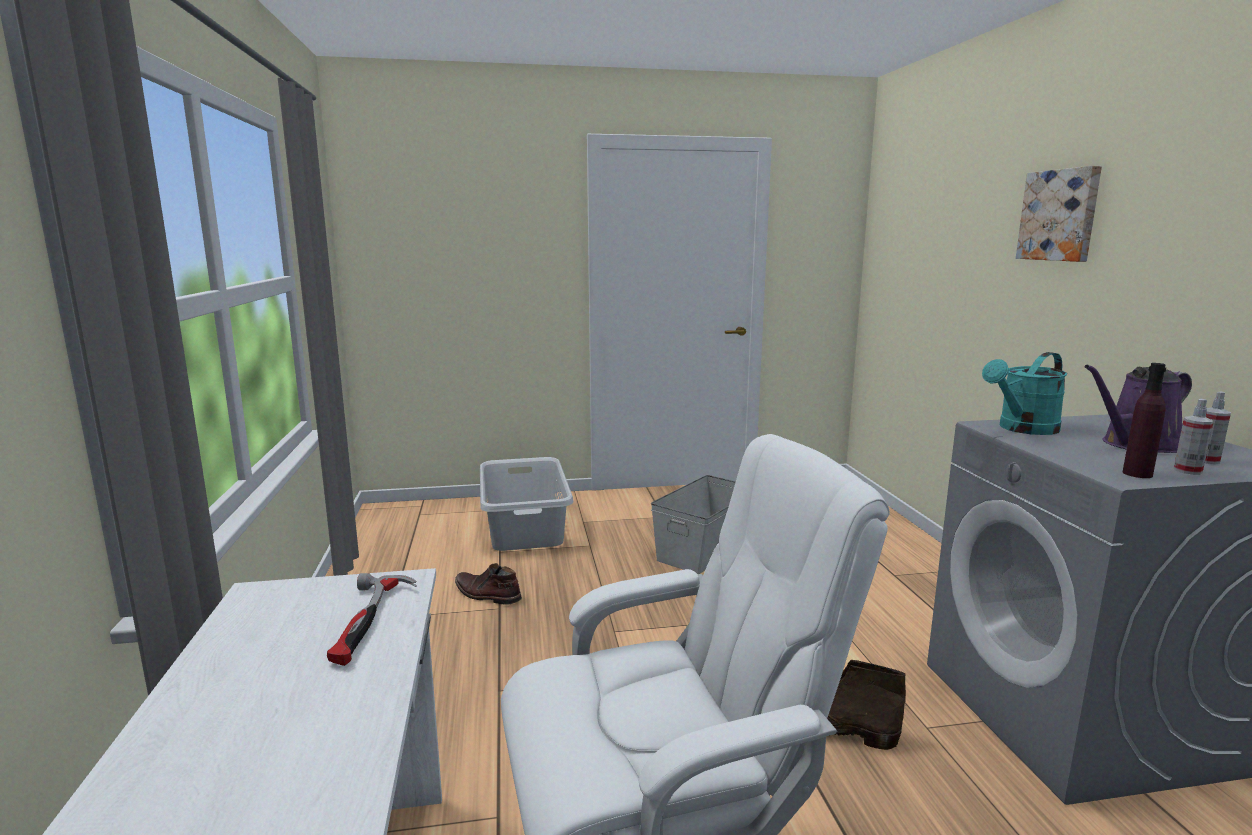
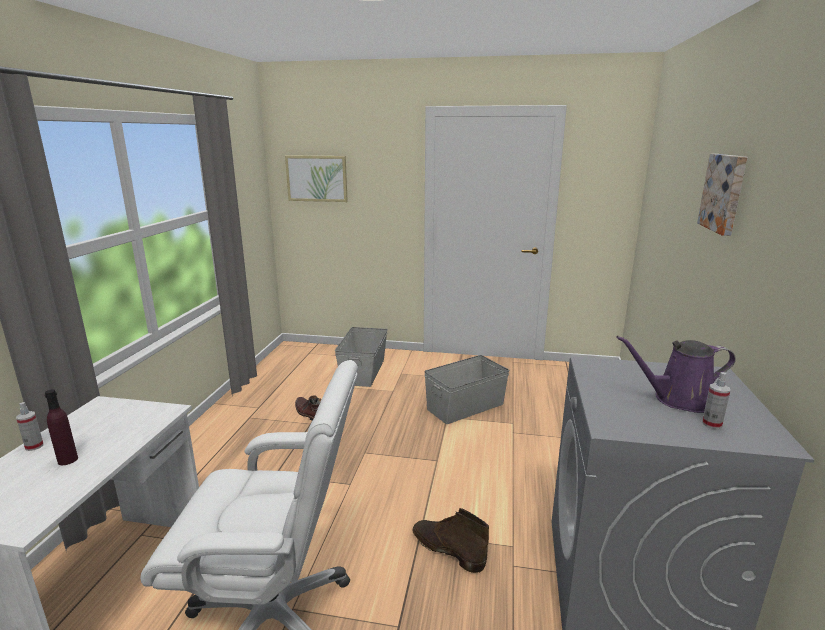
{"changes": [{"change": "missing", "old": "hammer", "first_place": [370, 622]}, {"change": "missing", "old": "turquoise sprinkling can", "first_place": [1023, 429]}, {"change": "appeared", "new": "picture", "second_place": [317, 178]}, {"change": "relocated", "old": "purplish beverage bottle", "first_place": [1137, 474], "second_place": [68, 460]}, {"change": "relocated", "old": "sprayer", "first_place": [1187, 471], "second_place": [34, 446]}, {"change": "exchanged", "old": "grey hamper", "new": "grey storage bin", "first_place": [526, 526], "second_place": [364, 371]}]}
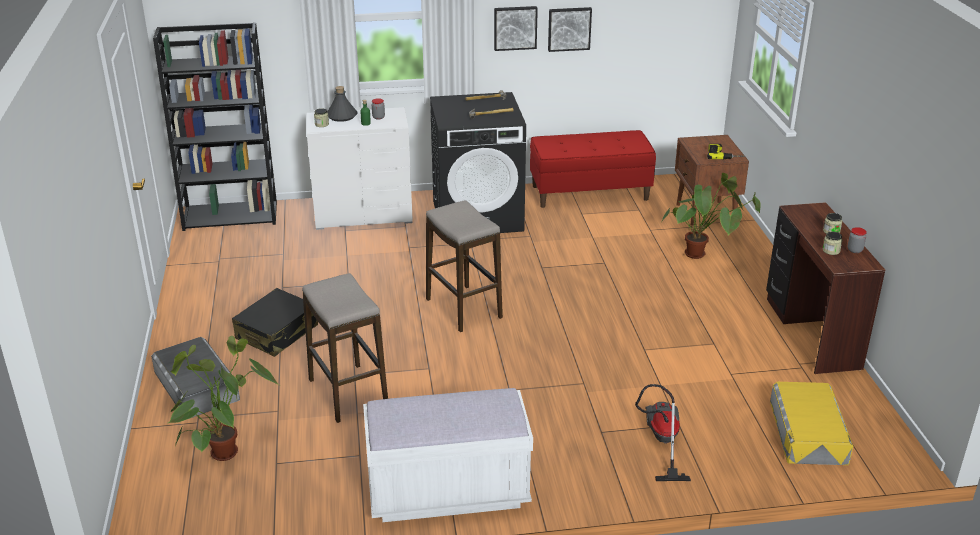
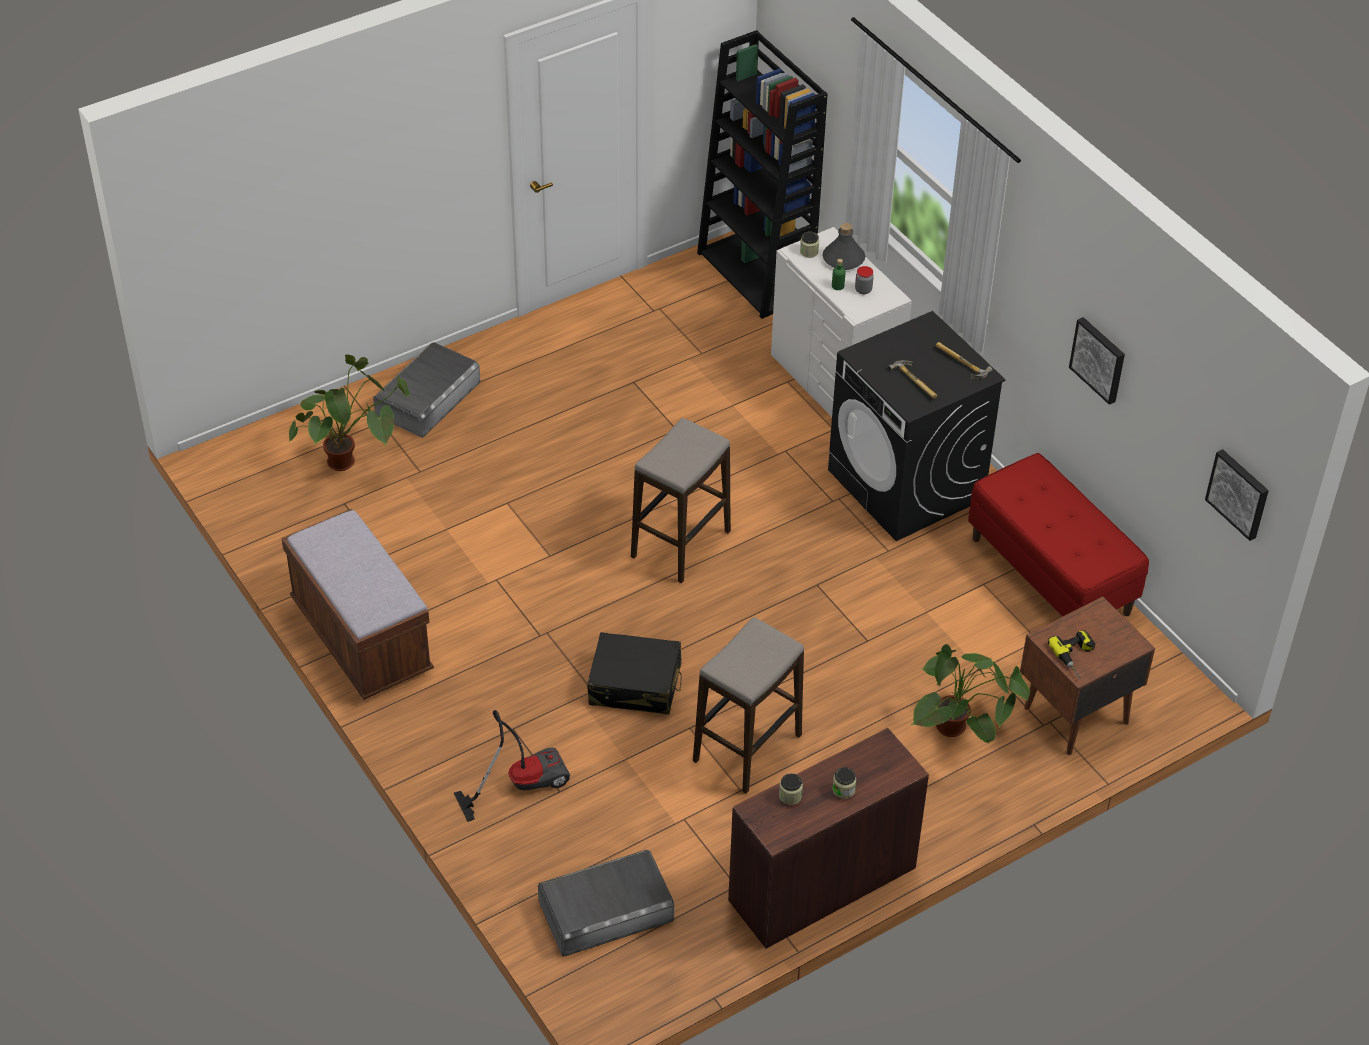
{"changes": [{"change": "missing", "old": "storage jar", "first_place": [854, 250]}, {"change": "relocated", "old": "black suitcase", "first_place": [277, 332], "second_place": [635, 685]}, {"change": "relocated", "old": "stool seat", "first_place": [348, 393], "second_place": [746, 748]}, {"change": "relocated", "old": "picture", "first_place": [515, 27], "second_place": [1239, 493]}, {"change": "colour", "old": "whitish bench", "new": "brown bench", "first_place": [448, 492], "second_place": [361, 638]}, {"change": "colour", "old": "yellow storage bin", "new": "grey storage bin", "first_place": [807, 431], "second_place": [606, 910]}]}
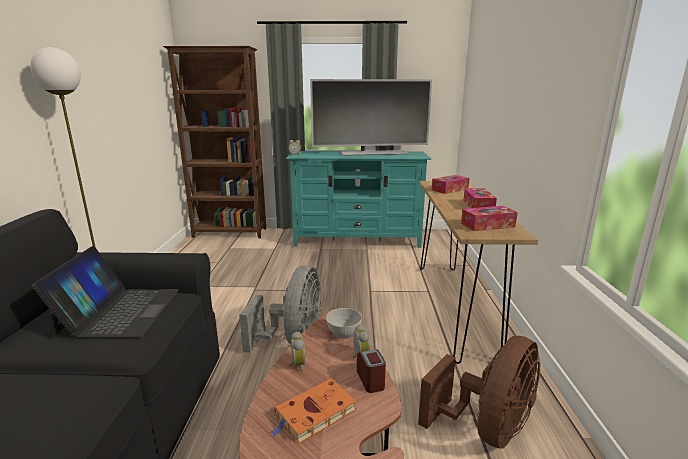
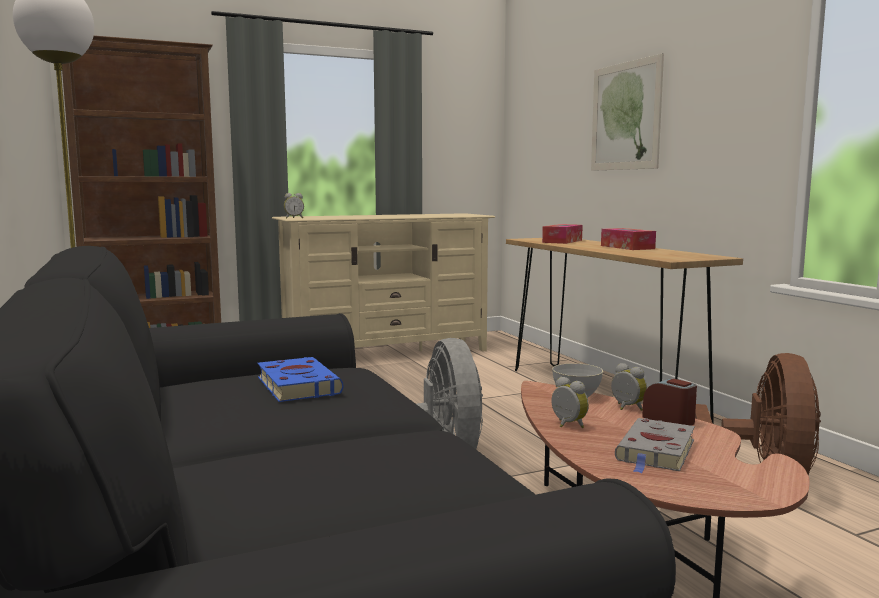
{"changes": [{"change": "missing", "old": "television", "first_place": [373, 153]}, {"change": "missing", "old": "tissue box", "first_place": [487, 225]}, {"change": "appeared", "new": "picture", "second_place": [625, 116]}, {"change": "exchanged", "old": "portable computer", "new": "blue-coloured bound book", "first_place": [119, 311], "second_place": [297, 385]}, {"change": "colour", "old": "orangey bound book", "new": "grey bound book", "first_place": [314, 414], "second_place": [656, 451]}, {"change": "colour", "old": "turquoise media console", "new": "beige media console", "first_place": [357, 240], "second_place": [387, 353]}]}
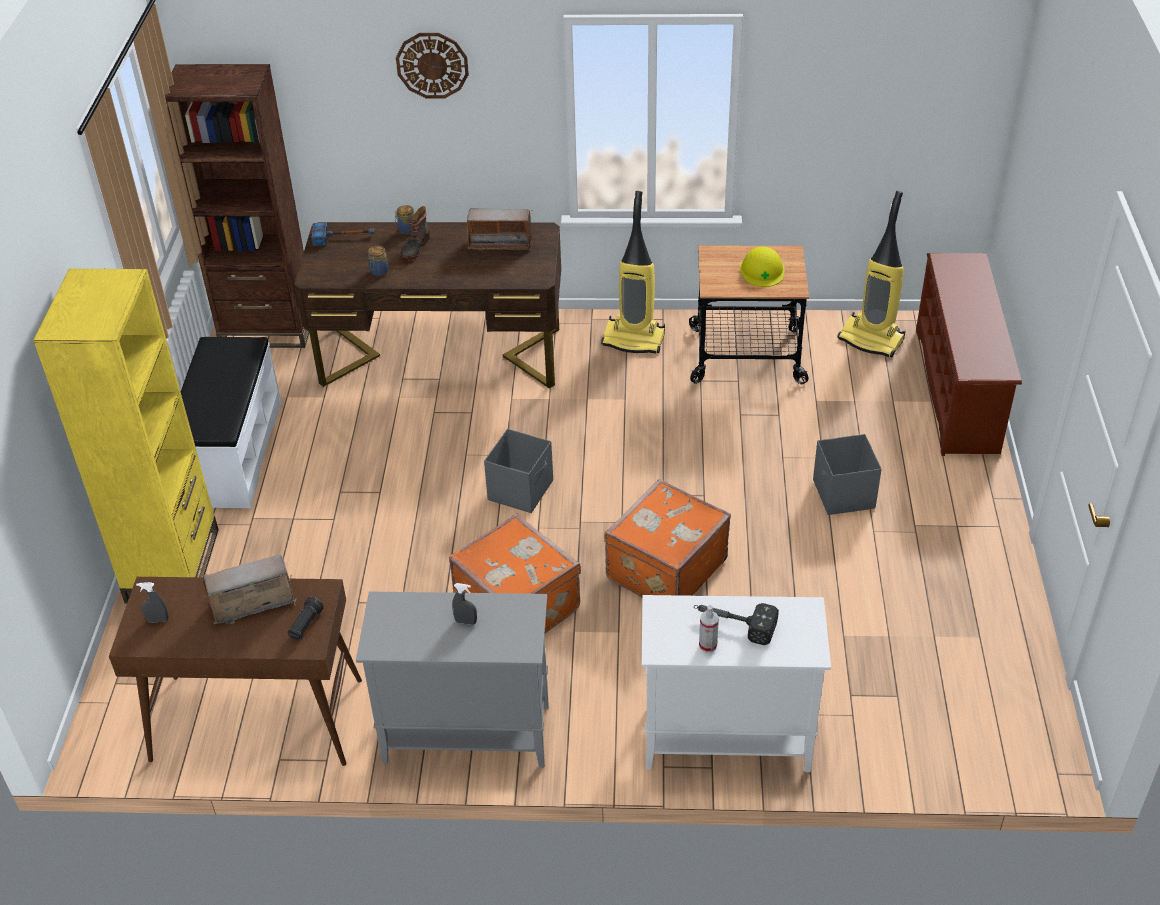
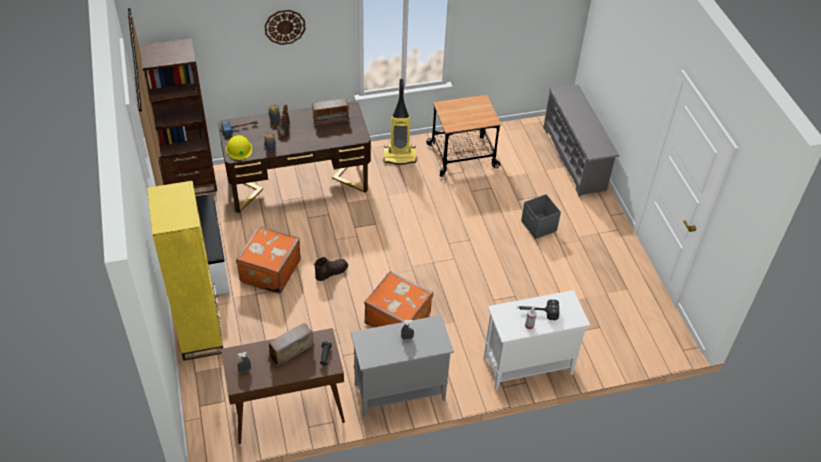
{"changes": [{"change": "missing", "old": "grey storage bin", "first_place": [521, 490]}, {"change": "missing", "old": "vacuum", "first_place": [872, 339]}, {"change": "appeared", "new": "brown tall boot", "second_place": [331, 272]}, {"change": "relocated", "old": "orangey suitcase", "first_place": [664, 569], "second_place": [269, 271]}, {"change": "relocated", "old": "yellow work helmet", "first_place": [762, 270], "second_place": [239, 149]}, {"change": "colour", "old": "brown shoe rack", "new": "grey shoe rack", "first_place": [958, 390], "second_place": [575, 158]}]}
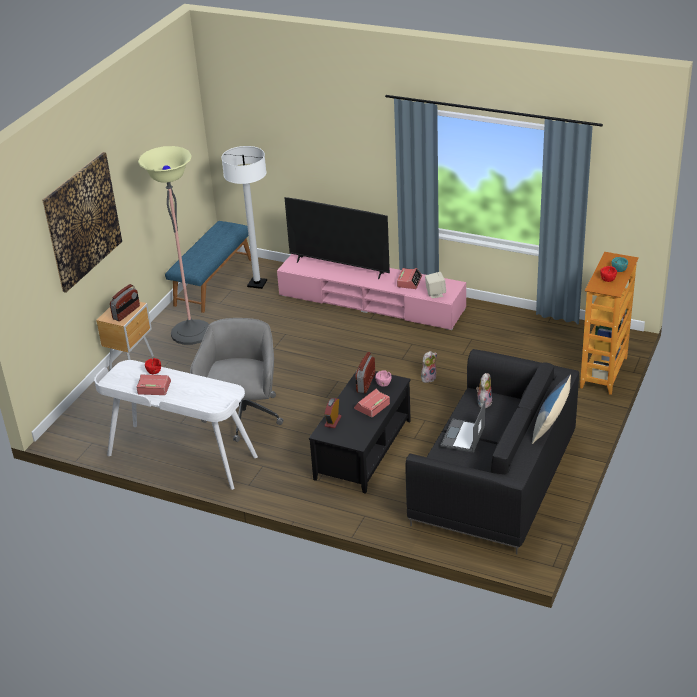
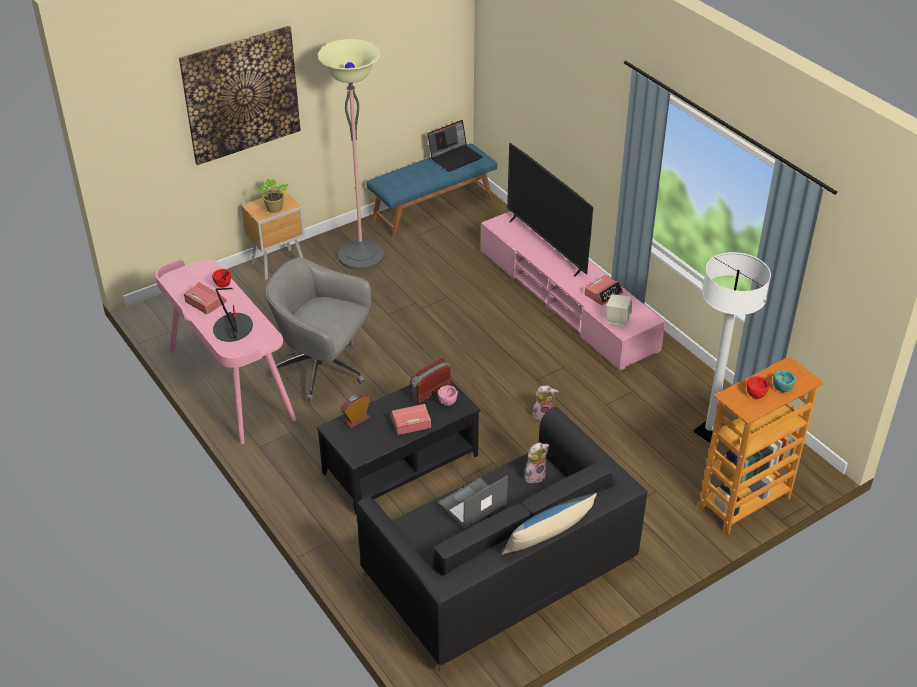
{"changes": [{"change": "appeared", "new": "tabletop lamp", "second_place": [233, 328]}, {"change": "appeared", "new": "portable computer", "second_place": [455, 157]}, {"change": "relocated", "old": "whitish standing lamp", "first_place": [257, 284], "second_place": [709, 432]}, {"change": "exchanged", "old": "radio set", "new": "potted plant", "first_place": [126, 313], "second_place": [274, 209]}, {"change": "colour", "old": "whitish desk", "new": "pink-coloured desk", "first_place": [181, 457], "second_place": [229, 385]}, {"change": "spun", "old": "grey computer chair", "first_place": [243, 417], "second_place": [323, 370], "degrees": -105}]}
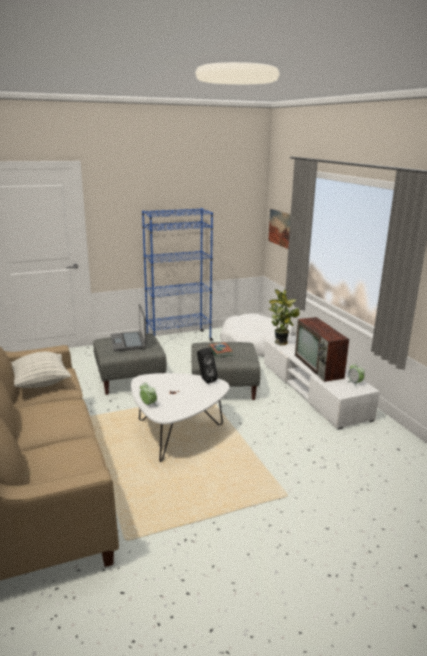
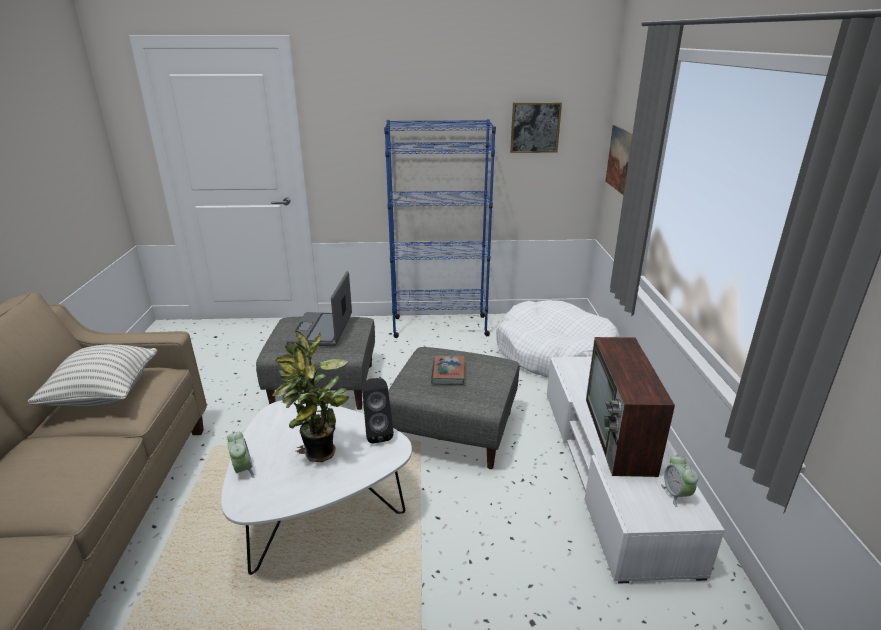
{"changes": [{"change": "appeared", "new": "picture", "second_place": [535, 127]}, {"change": "relocated", "old": "potted plant", "first_place": [282, 343], "second_place": [320, 455]}]}
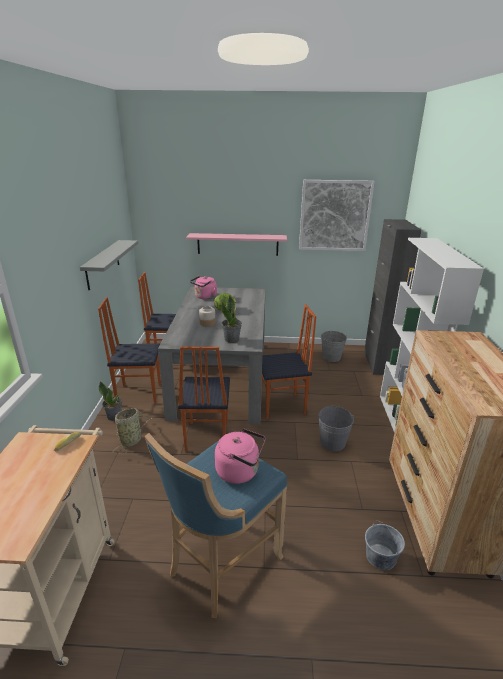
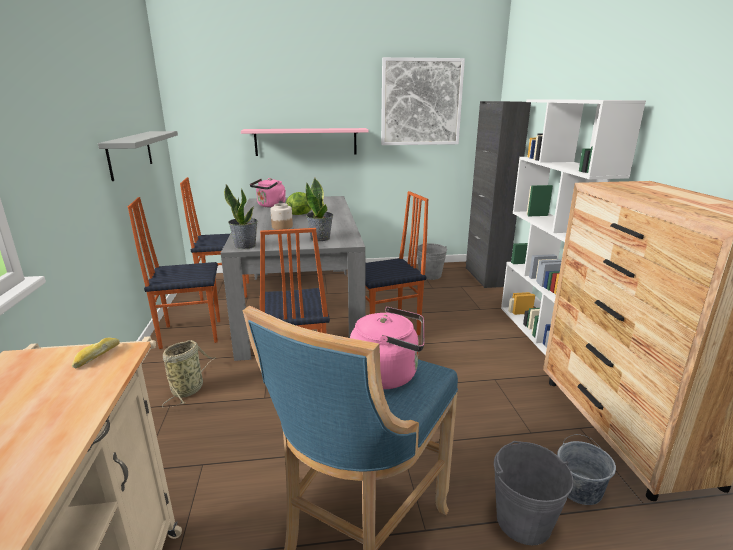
{"changes": [{"change": "relocated", "old": "potted plant", "first_place": [114, 416], "second_place": [245, 246]}, {"change": "relocated", "old": "grey pail", "first_place": [332, 442], "second_place": [523, 521]}]}
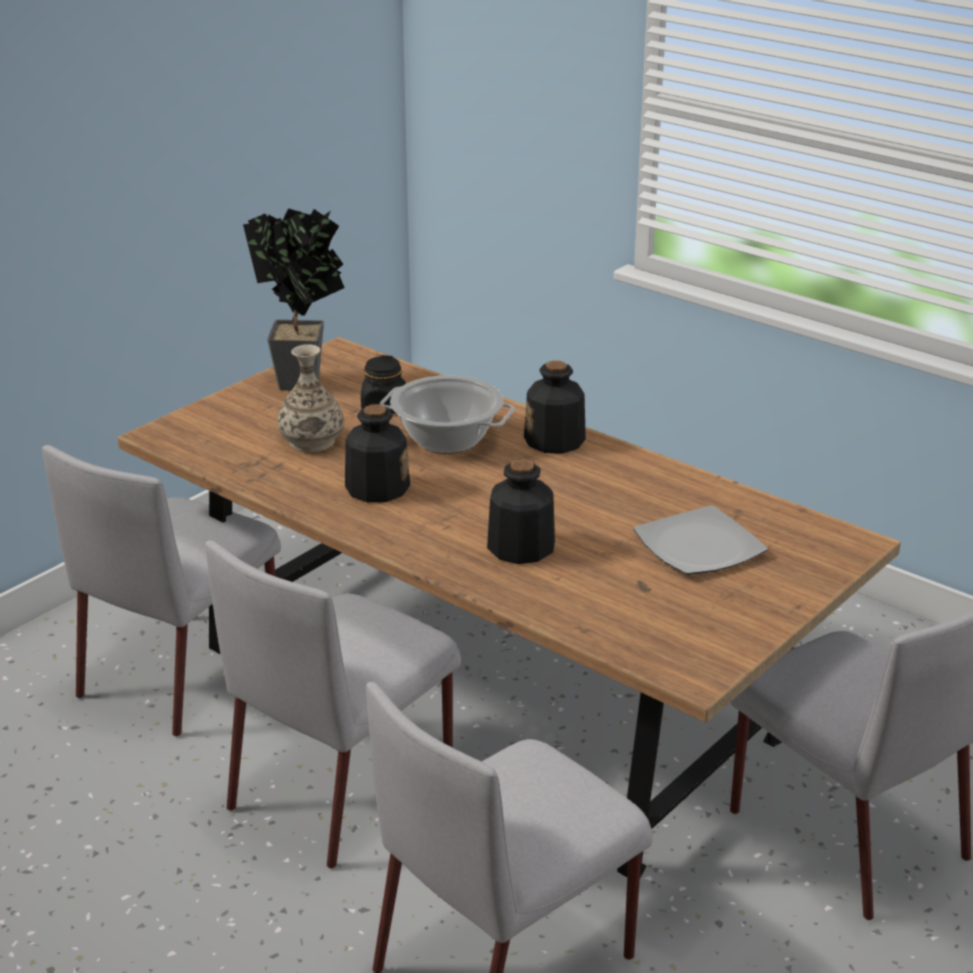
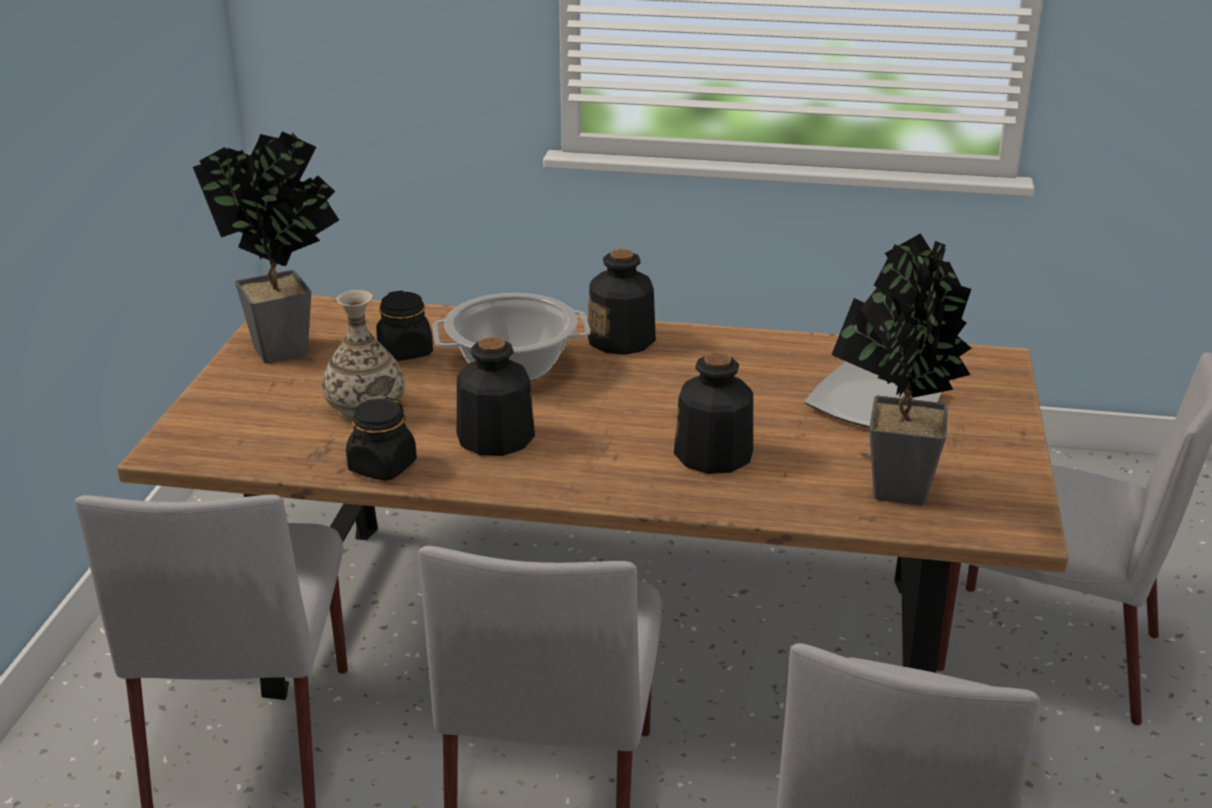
{"changes": [{"change": "appeared", "new": "black storage jar", "second_place": [382, 467]}, {"change": "appeared", "new": "potted plant", "second_place": [893, 494]}]}
